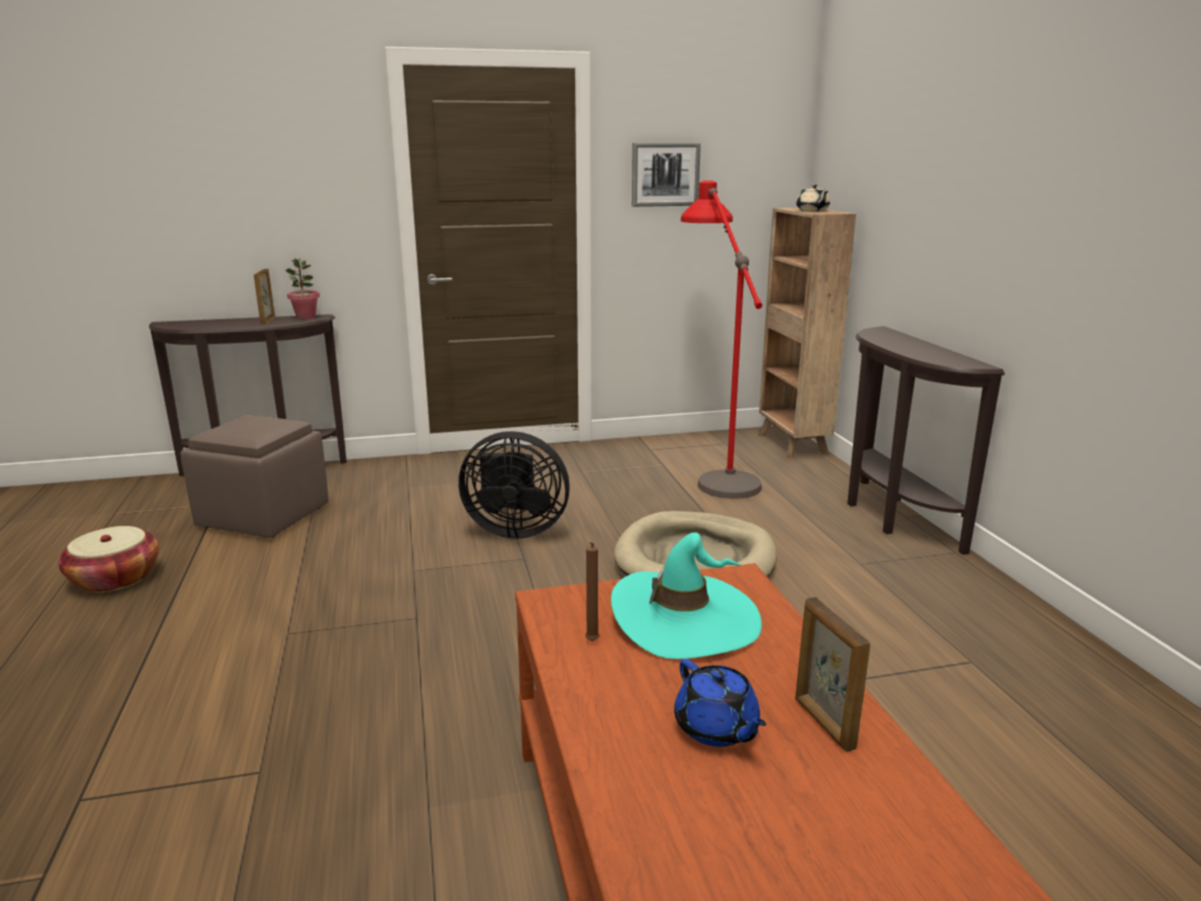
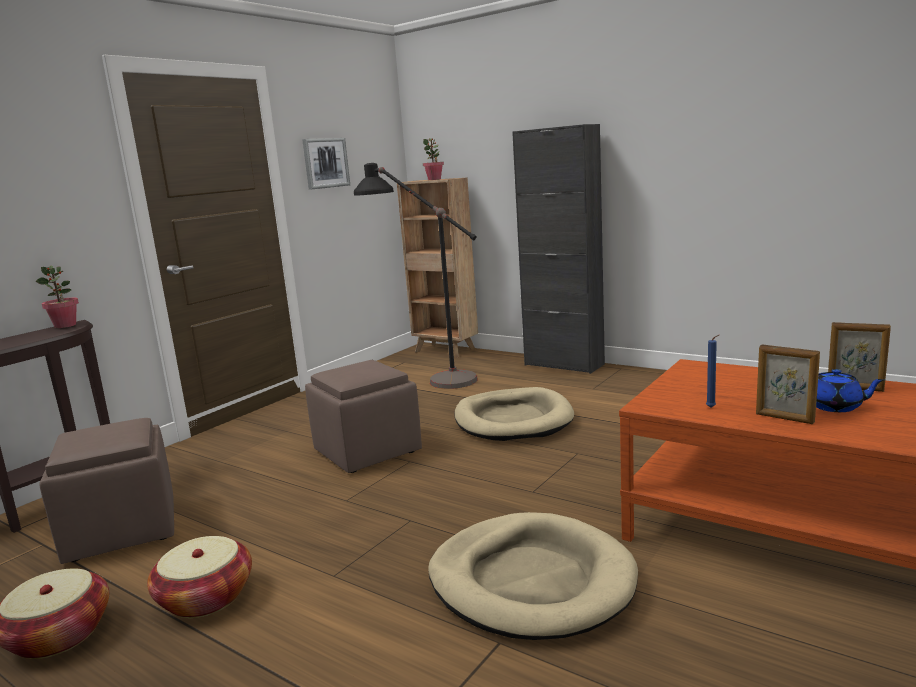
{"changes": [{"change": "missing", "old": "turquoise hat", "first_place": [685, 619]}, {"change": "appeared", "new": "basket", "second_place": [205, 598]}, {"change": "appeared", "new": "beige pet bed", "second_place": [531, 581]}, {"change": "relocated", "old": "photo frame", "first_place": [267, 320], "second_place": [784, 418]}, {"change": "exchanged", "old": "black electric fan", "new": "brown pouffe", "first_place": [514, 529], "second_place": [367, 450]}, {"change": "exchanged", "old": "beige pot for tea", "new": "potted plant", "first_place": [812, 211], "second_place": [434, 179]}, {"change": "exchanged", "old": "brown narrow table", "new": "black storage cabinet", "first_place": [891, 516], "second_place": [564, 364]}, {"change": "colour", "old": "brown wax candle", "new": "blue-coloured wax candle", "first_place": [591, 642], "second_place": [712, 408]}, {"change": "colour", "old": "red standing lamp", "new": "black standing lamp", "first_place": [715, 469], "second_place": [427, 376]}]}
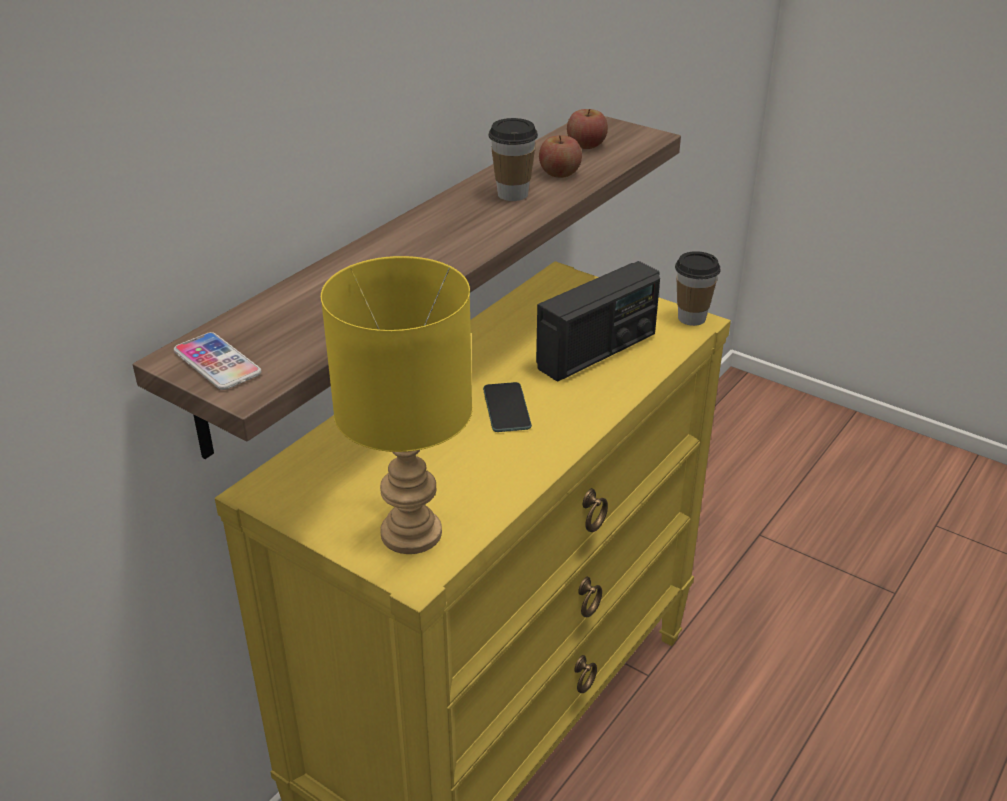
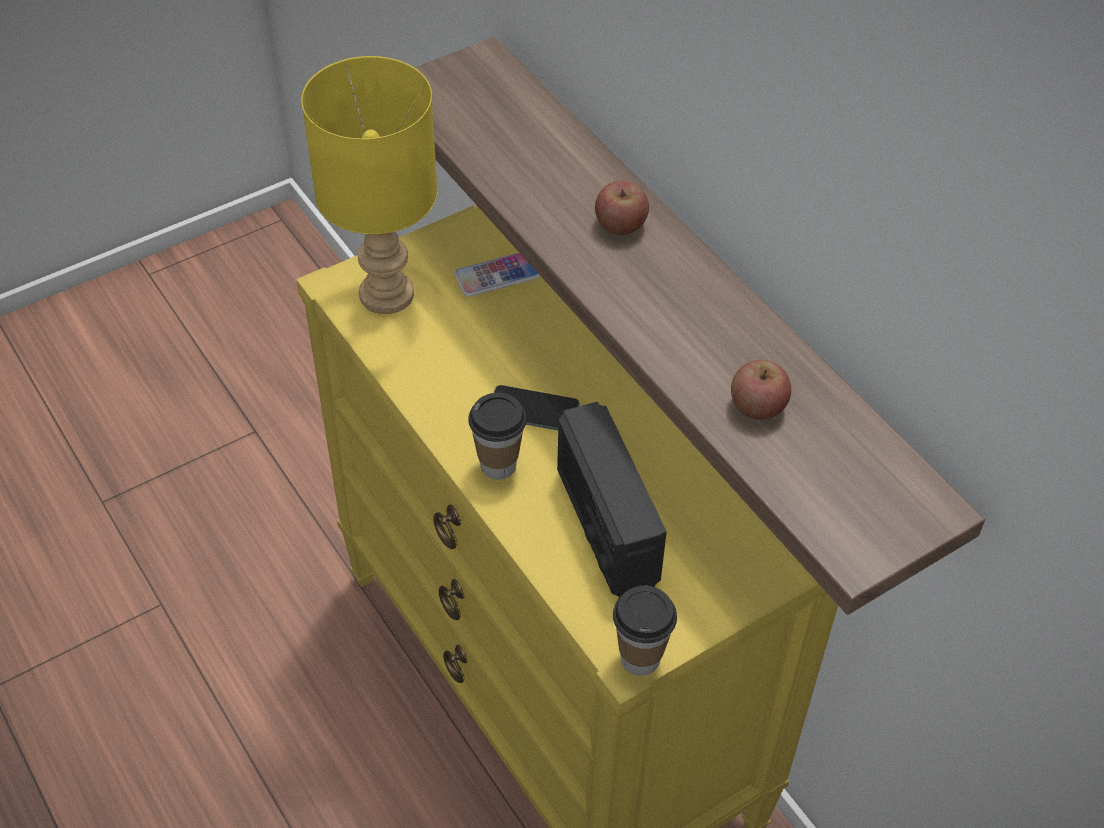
{"changes": [{"change": "relocated", "old": "phone", "first_place": [217, 363], "second_place": [497, 275]}, {"change": "relocated", "old": "cup", "first_place": [512, 194], "second_place": [498, 465]}, {"change": "relocated", "old": "whole apple", "first_place": [586, 145], "second_place": [620, 224]}]}
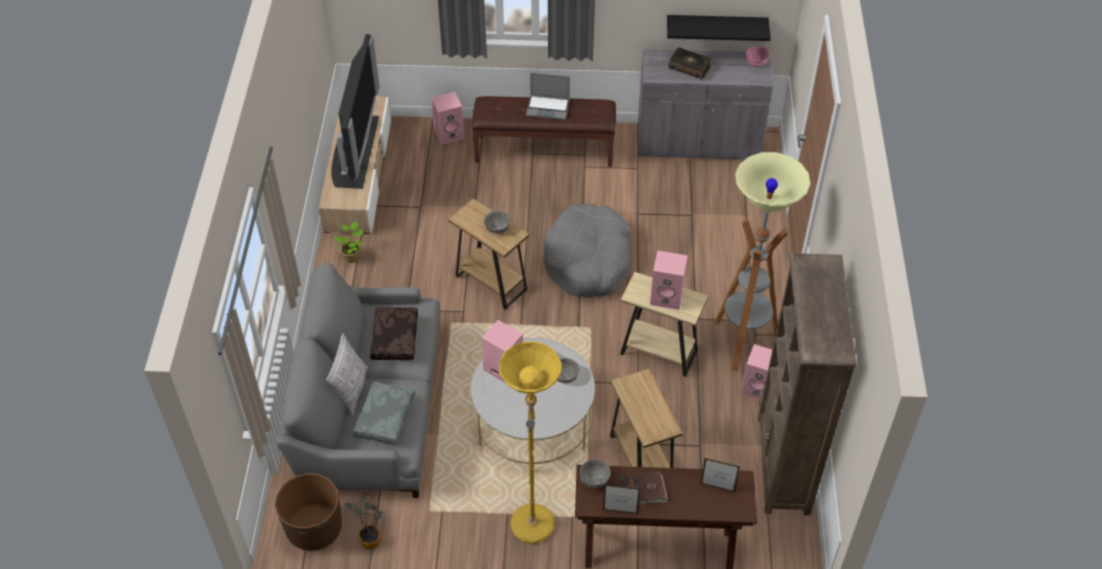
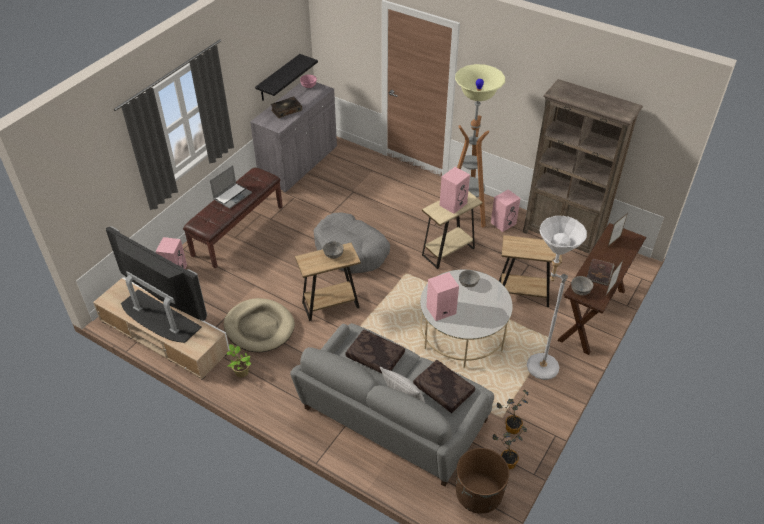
{"changes": [{"change": "appeared", "new": "beige pet bed", "second_place": [259, 327]}, {"change": "appeared", "new": "potted plant", "second_place": [510, 427]}, {"change": "colour", "old": "grey throw pillow", "new": "brown throw pillow", "first_place": [384, 417], "second_place": [442, 390]}, {"change": "colour", "old": "yellow standing lamp", "new": "whitish standing lamp", "first_place": [533, 515], "second_place": [536, 364]}]}
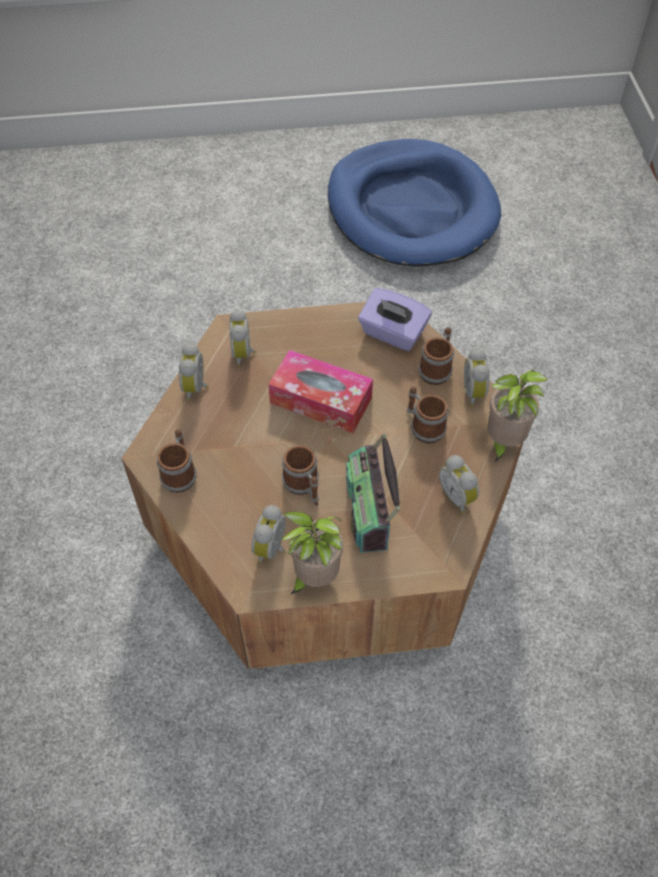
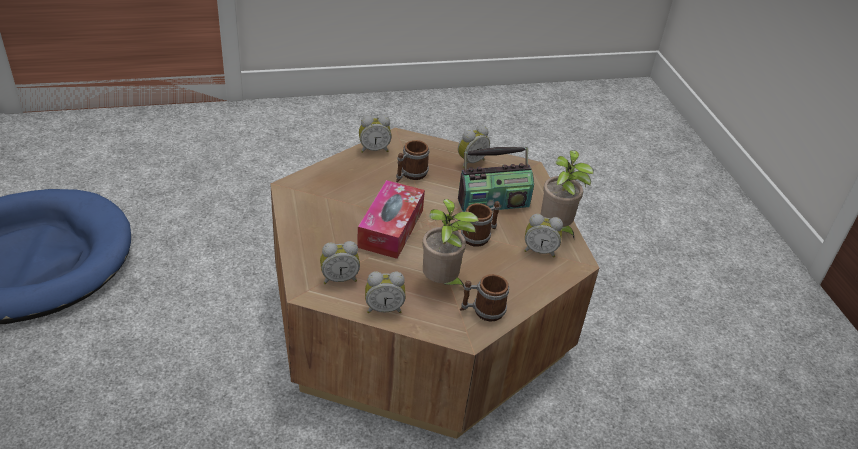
{"changes": [{"change": "missing", "old": "purplish tissue box", "first_place": [392, 333]}, {"change": "missing", "old": "coffee mug", "first_place": [437, 368]}, {"change": "relocated", "old": "potted plant", "first_place": [503, 442], "second_place": [442, 283]}]}
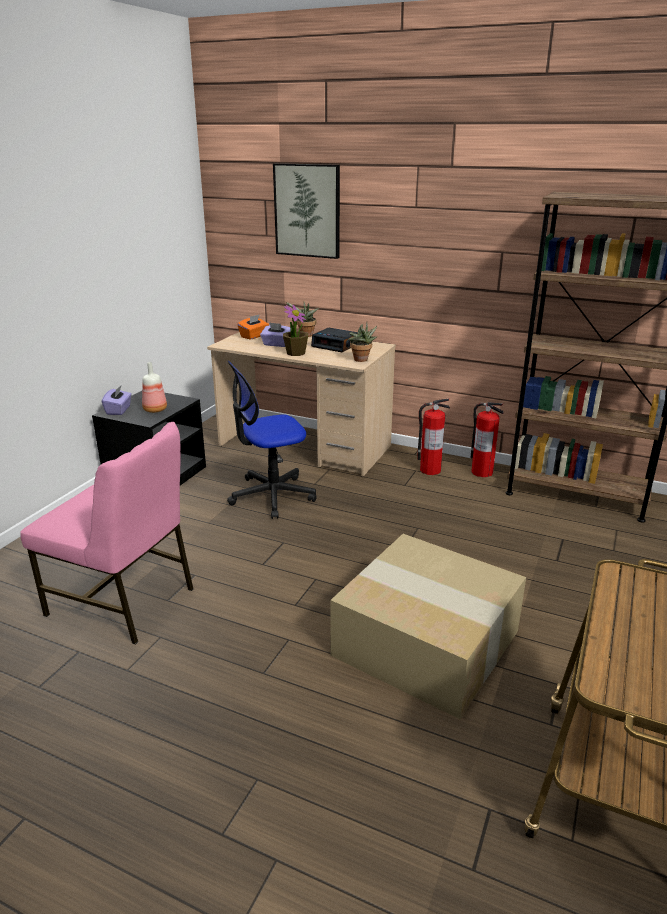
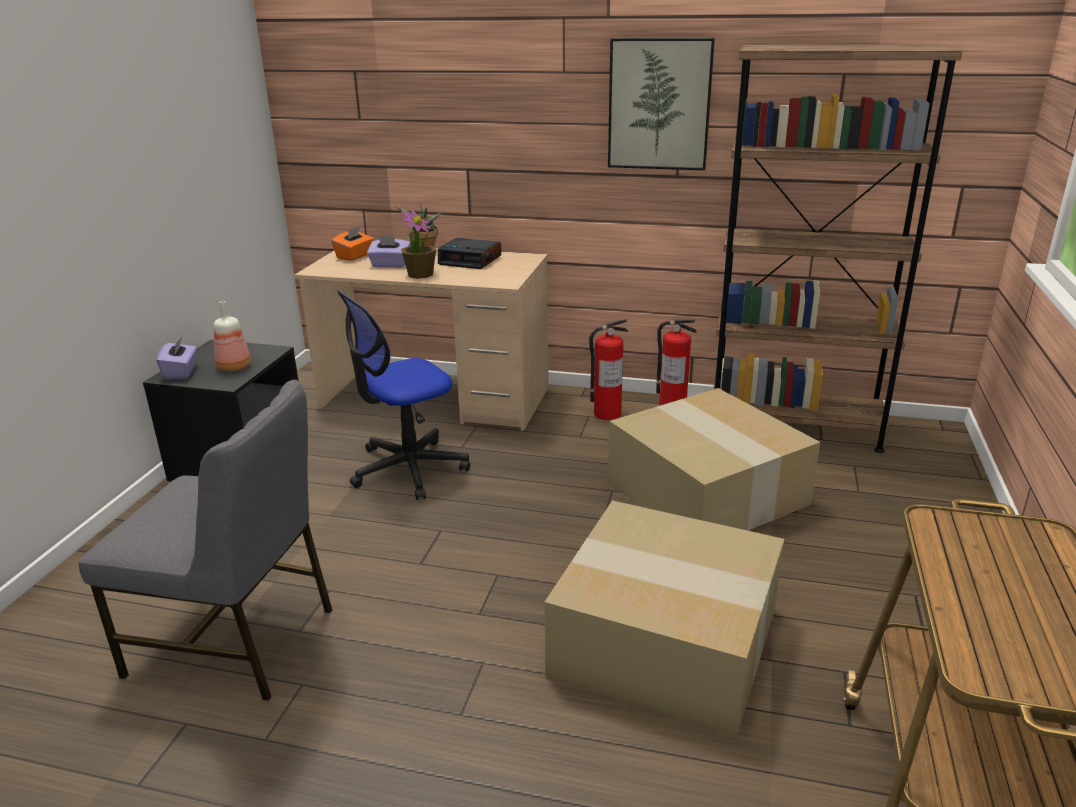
{"changes": [{"change": "missing", "old": "potted plant", "first_place": [361, 360]}, {"change": "appeared", "new": "packing box", "second_place": [710, 492]}, {"change": "relocated", "old": "picture", "first_place": [307, 211], "second_place": [659, 104]}, {"change": "colour", "old": "pink-coloured plain chair", "new": "grey plain chair", "first_place": [124, 601], "second_place": [236, 641]}]}
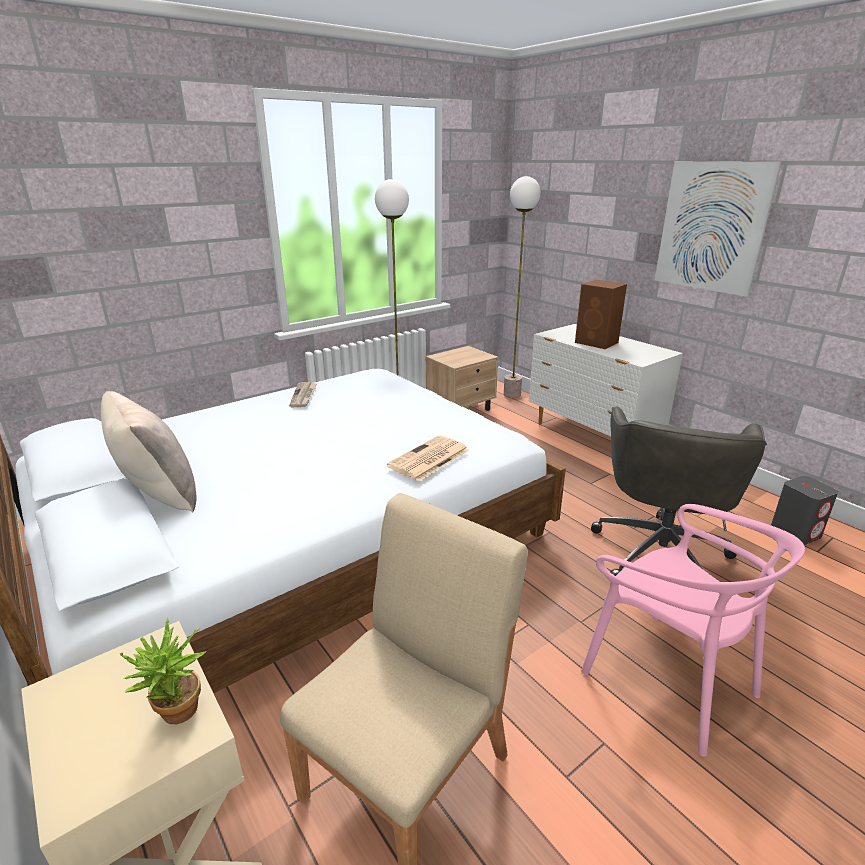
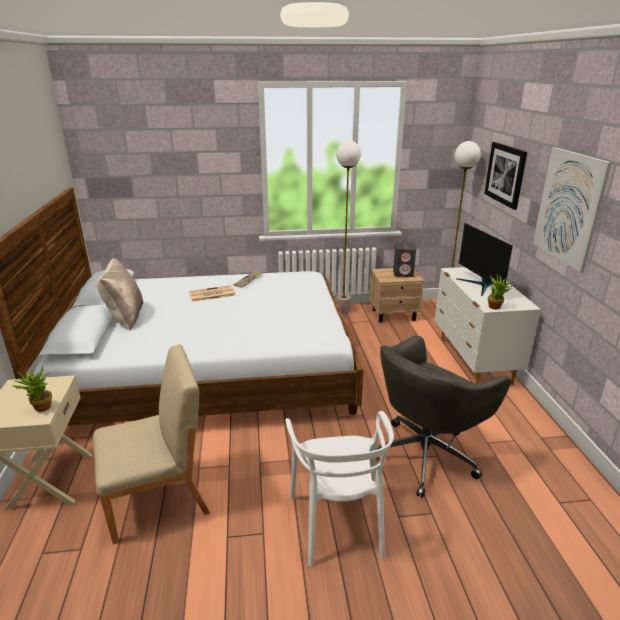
{"changes": [{"change": "appeared", "new": "picture", "second_place": [505, 174]}, {"change": "appeared", "new": "potted plant", "second_place": [497, 307]}, {"change": "relocated", "old": "newspaper", "first_place": [428, 459], "second_place": [211, 294]}, {"change": "relocated", "old": "grey speaker", "first_place": [795, 532], "second_place": [403, 273]}, {"change": "exchanged", "old": "brown speaker", "new": "monitor", "first_place": [597, 342], "second_place": [480, 285]}, {"change": "colour", "old": "pink-coloured plain chair", "new": "whitish plain chair", "first_place": [669, 678], "second_place": [338, 523]}]}
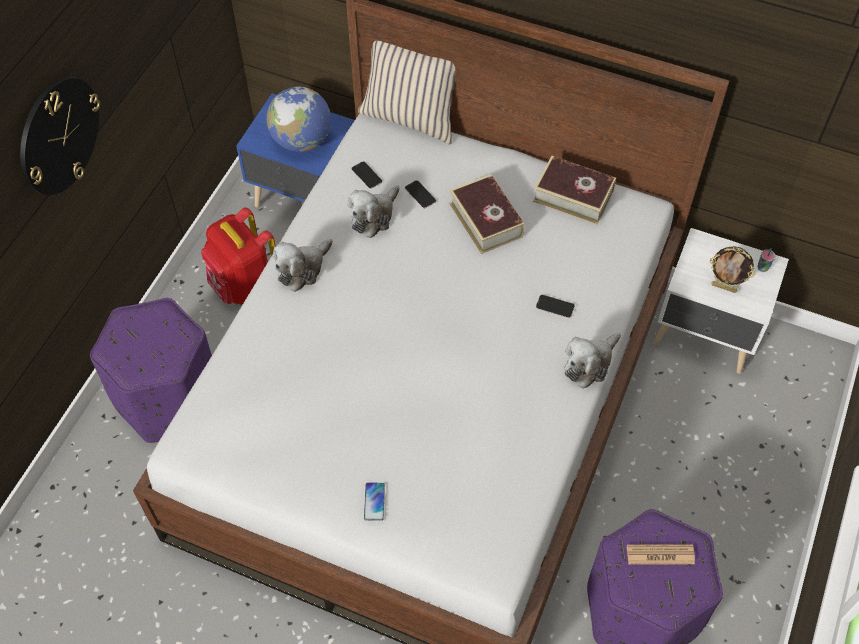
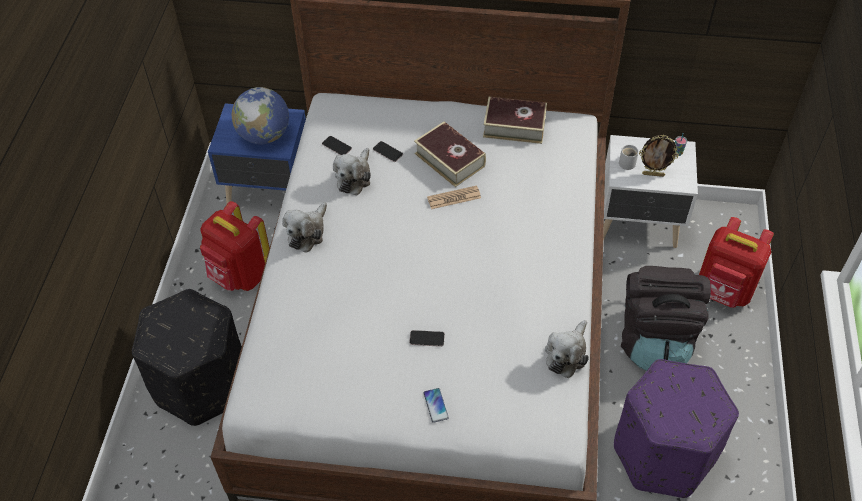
{"changes": [{"change": "missing", "old": "clock on the wall", "first_place": [58, 135]}, {"change": "missing", "old": "beige throw pillow", "first_place": [411, 117]}, {"change": "appeared", "new": "whitish coffee mug", "second_place": [628, 162]}, {"change": "appeared", "new": "black backpack", "second_place": [655, 340]}, {"change": "appeared", "new": "red backpack", "second_place": [724, 291]}, {"change": "relocated", "old": "phone", "first_place": [555, 307], "second_place": [427, 338]}, {"change": "relocated", "old": "soft toy", "first_place": [589, 364], "second_place": [567, 354]}, {"change": "relocated", "old": "newspaper", "first_place": [660, 555], "second_place": [454, 198]}, {"change": "colour", "old": "purplish pouffe", "new": "black pouffe", "first_place": [170, 398], "second_place": [202, 383]}]}
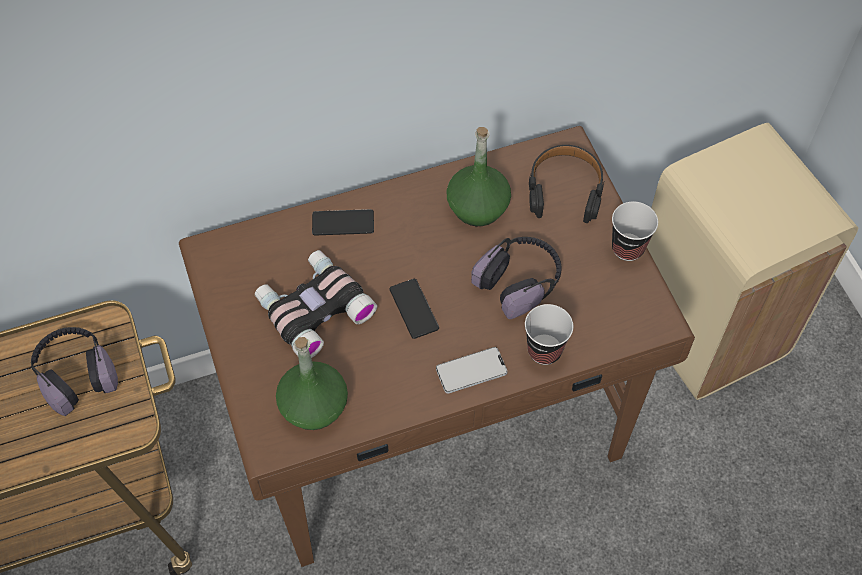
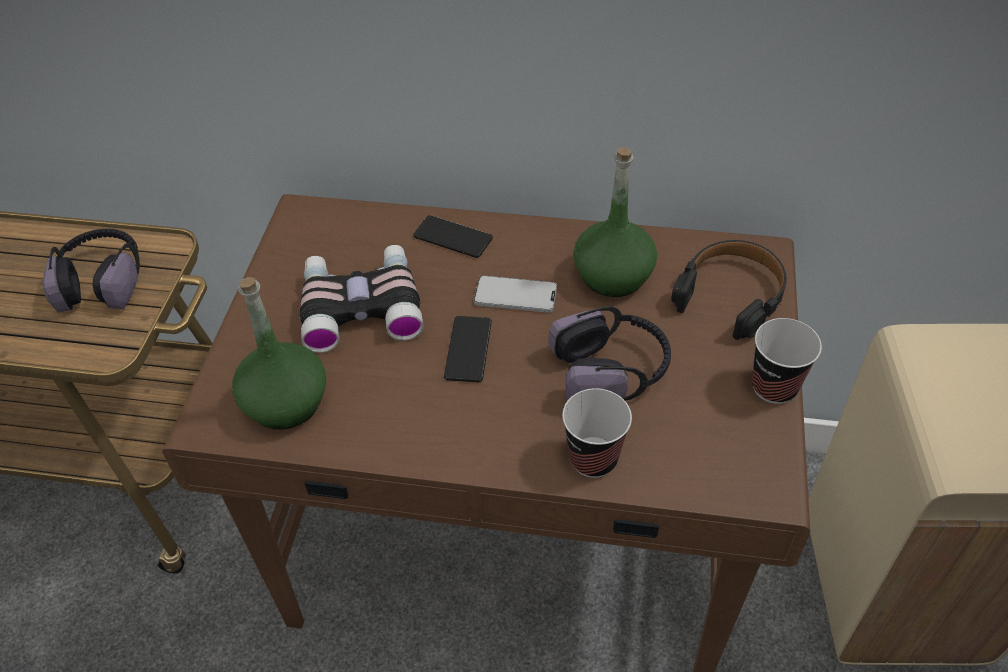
{"changes": [{"change": "relocated", "old": "phone", "first_place": [471, 371], "second_place": [515, 295]}]}
